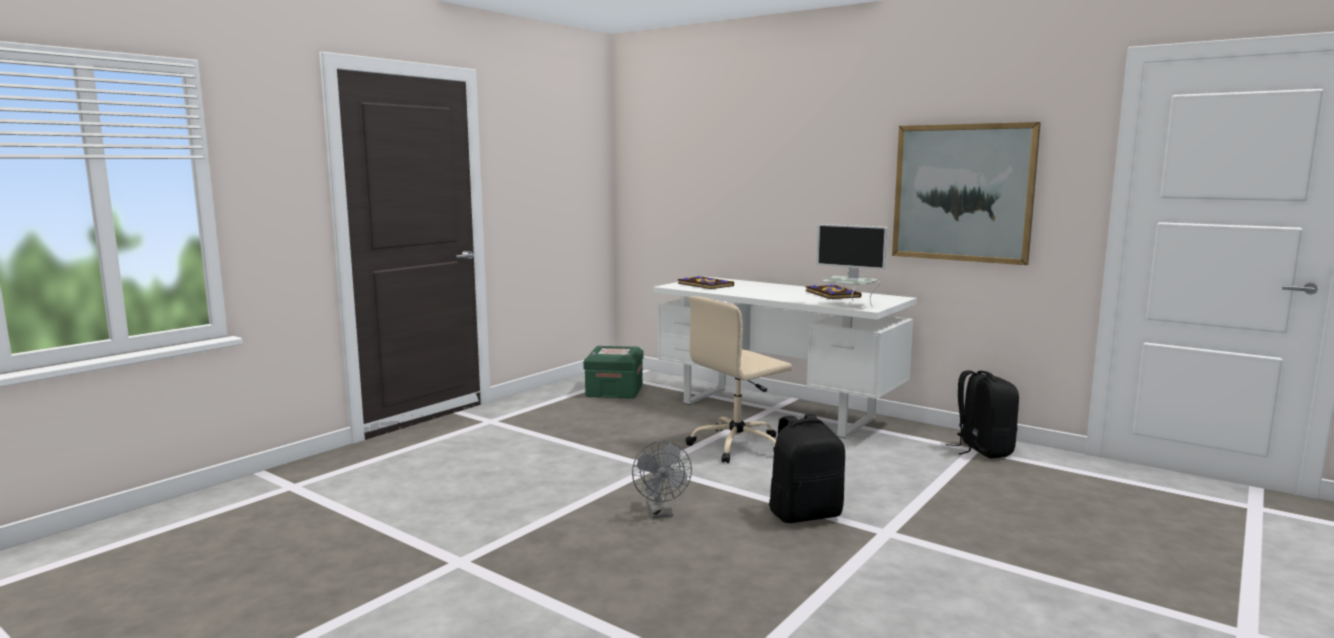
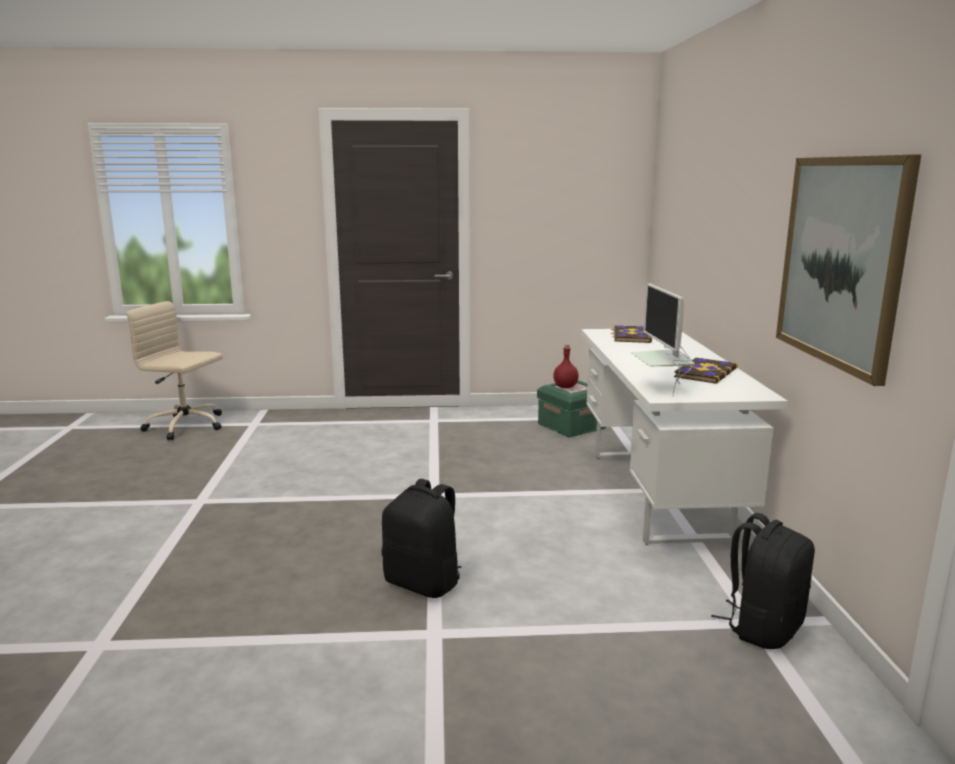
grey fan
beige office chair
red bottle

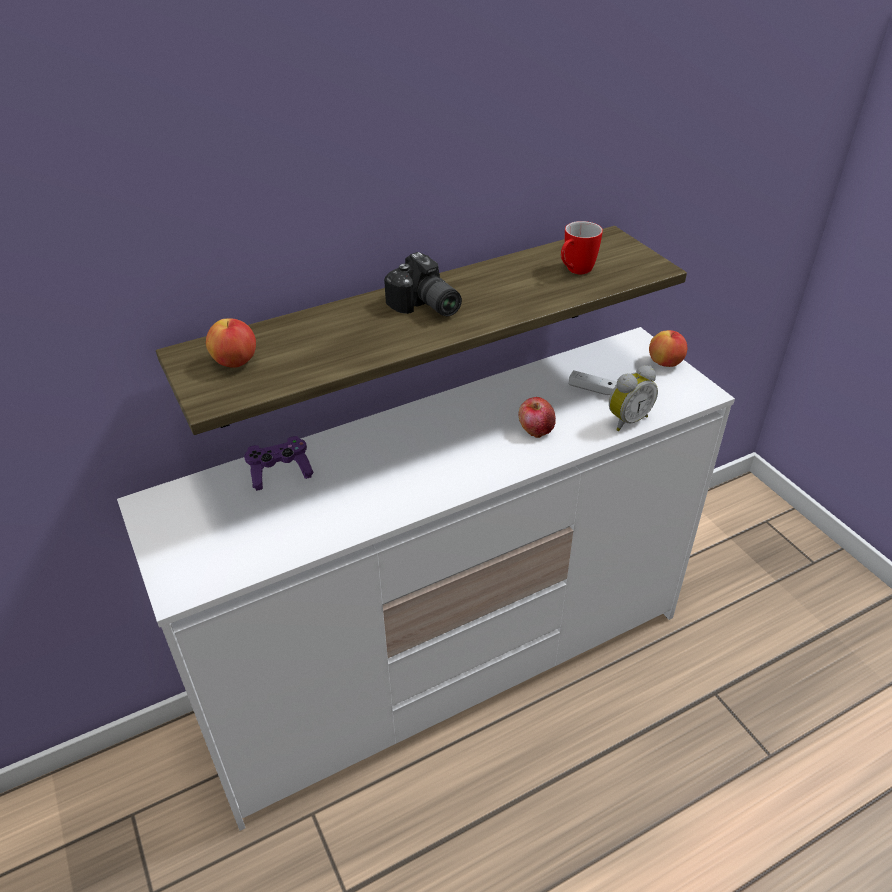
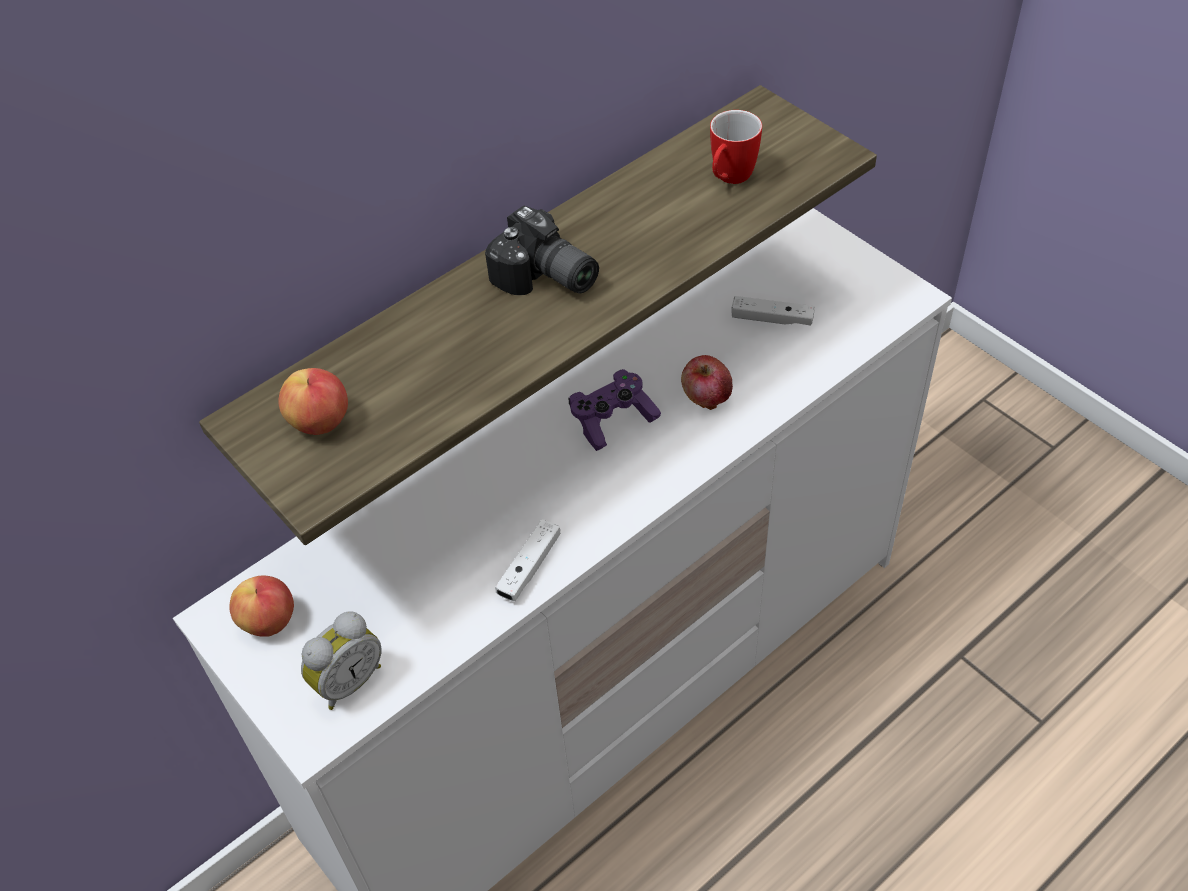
purple game controller
alarm clock
apple (1st from left)
white game controller (1st from left)

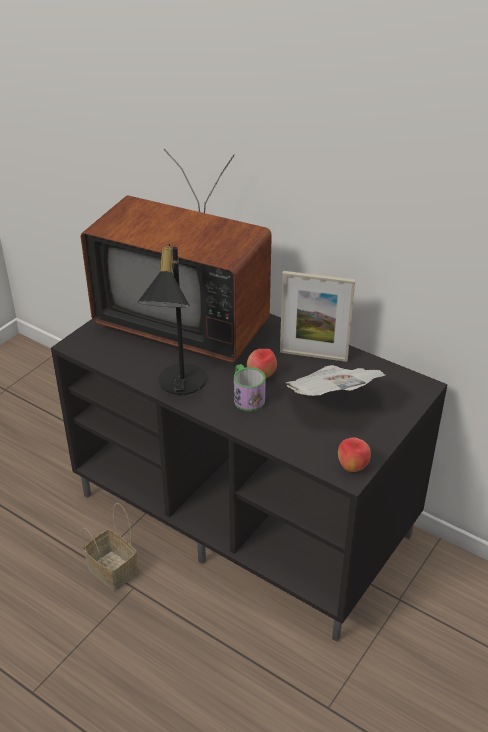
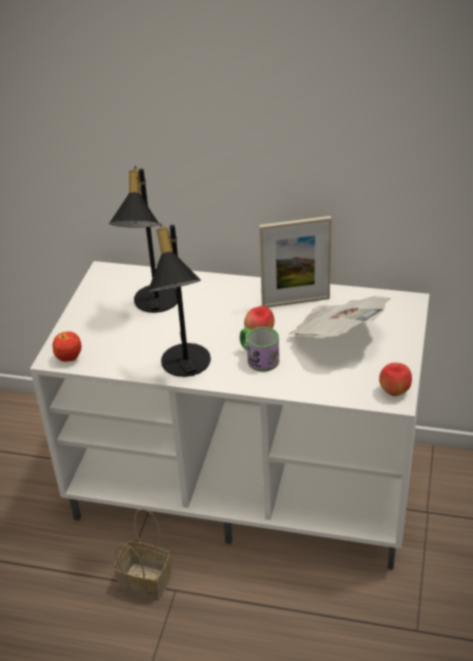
white tv stand
black table lamp (1st from left)
apple (1st from left)

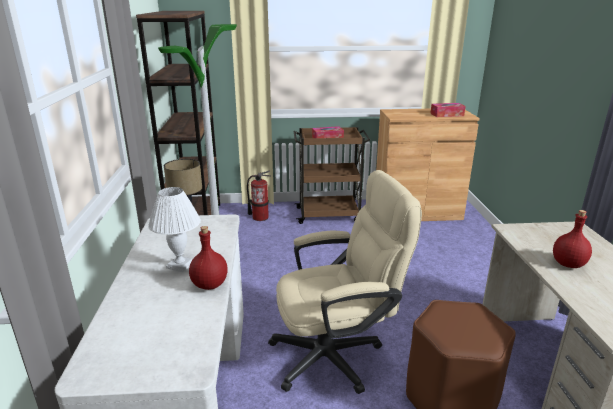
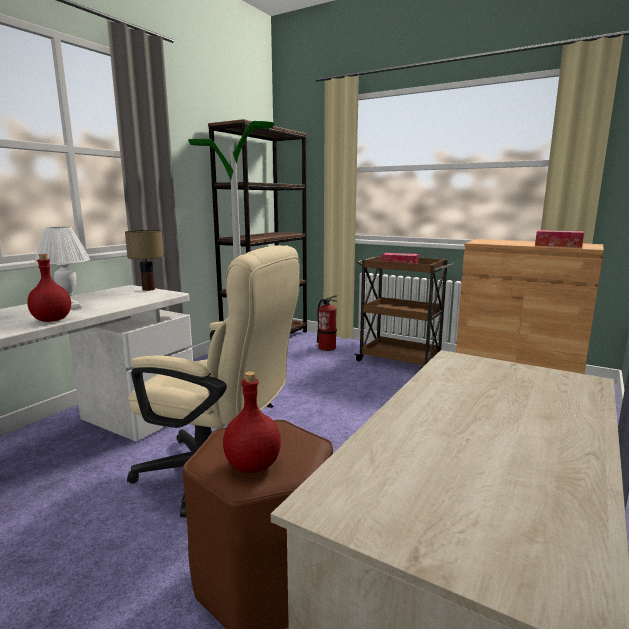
red bottle (2nd from left)

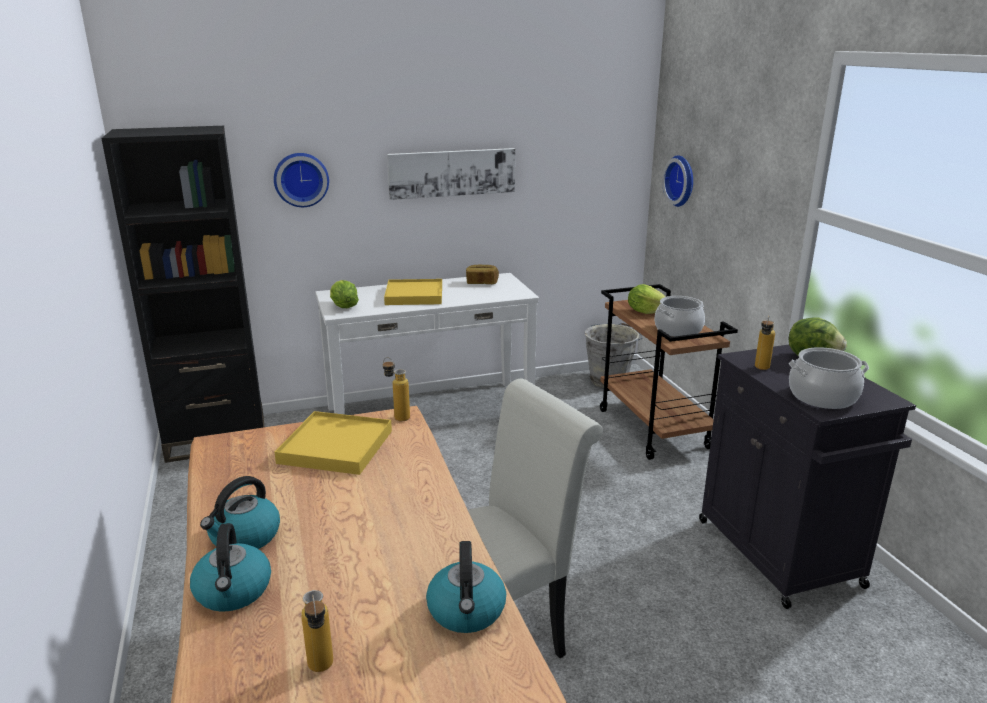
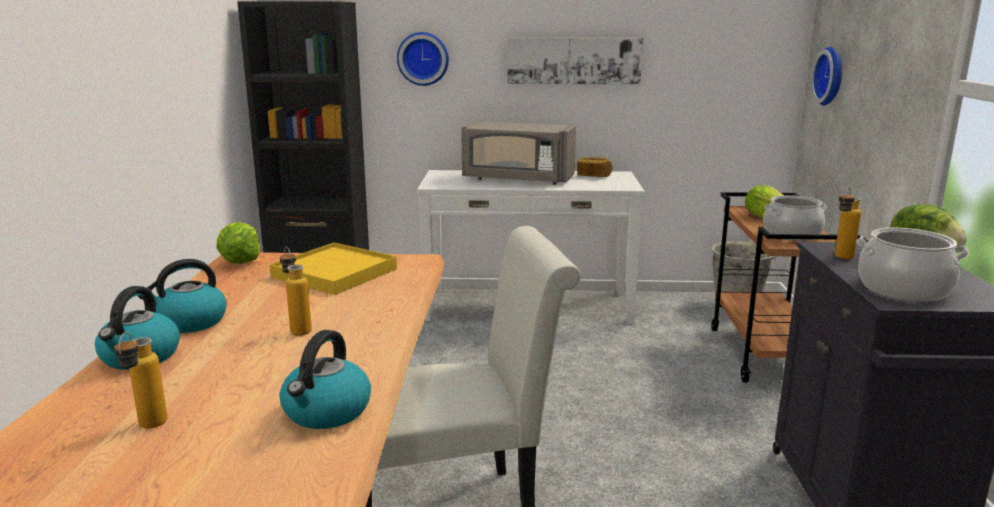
lettuce (1st from left)
bottle (2nd from left)
grey microwave

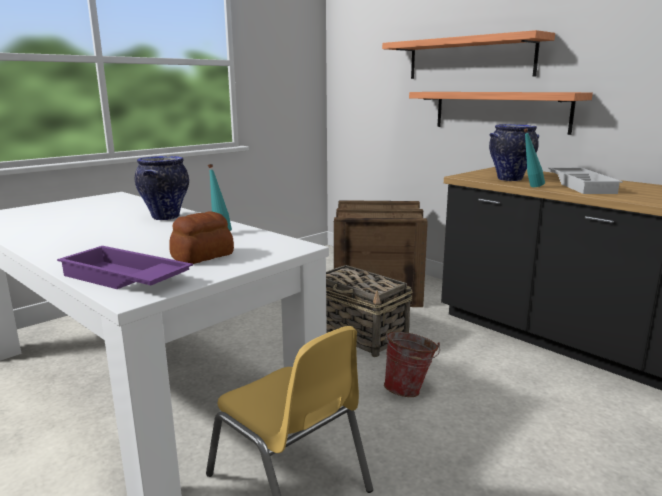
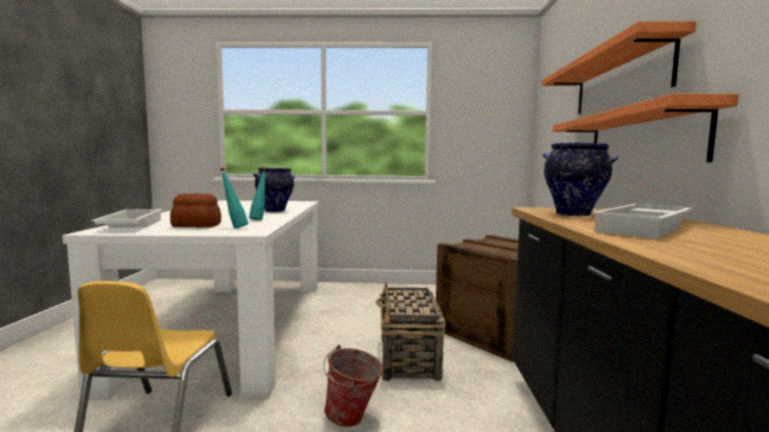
white tray (1st from left)
turquoise bottle (1st from left)

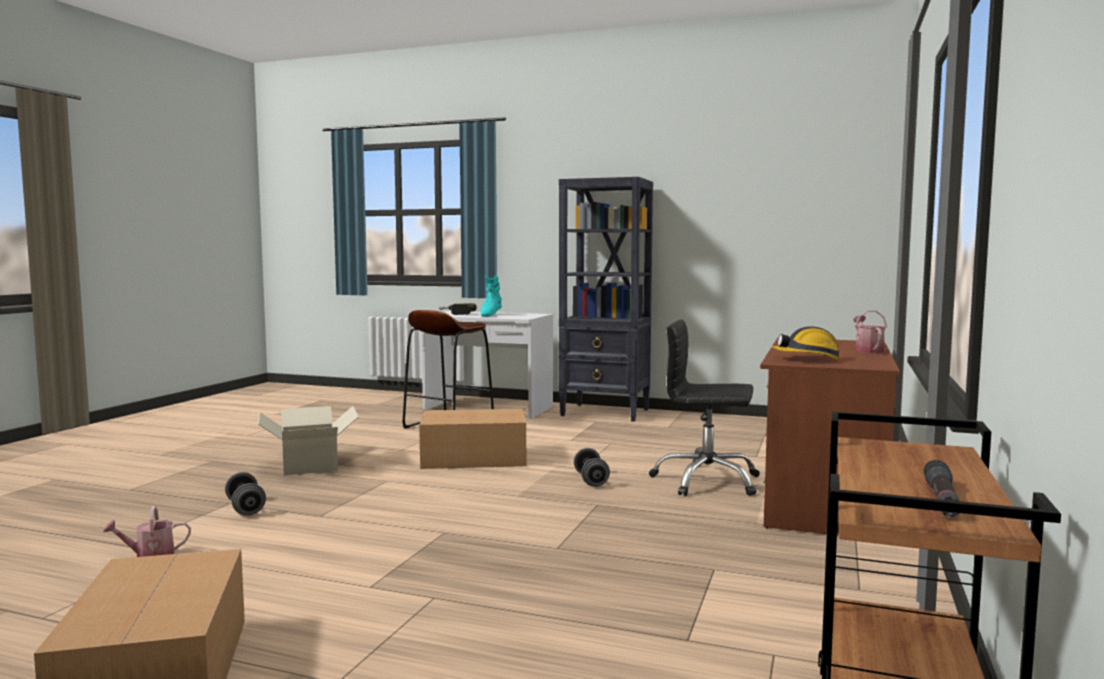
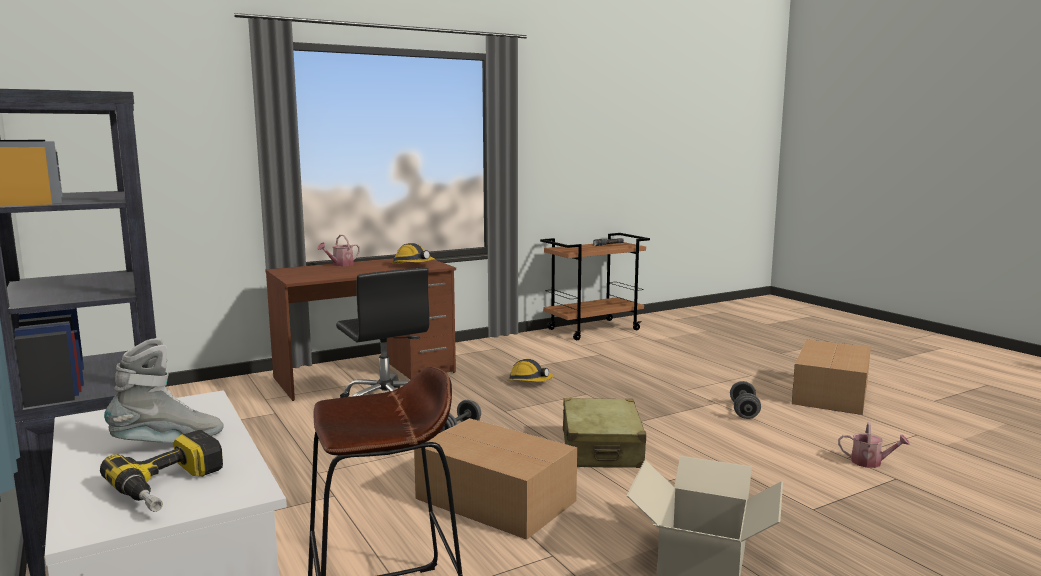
grey dumbbell (2nd from left)
grey boot
hard hat (2nd from left)
beige suitcase

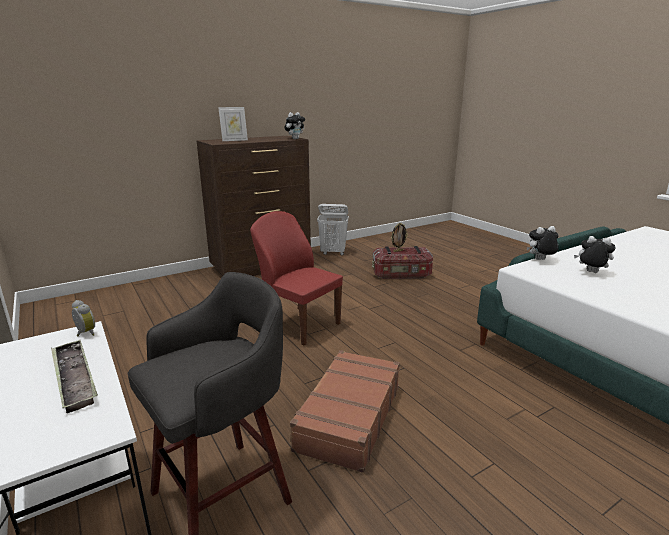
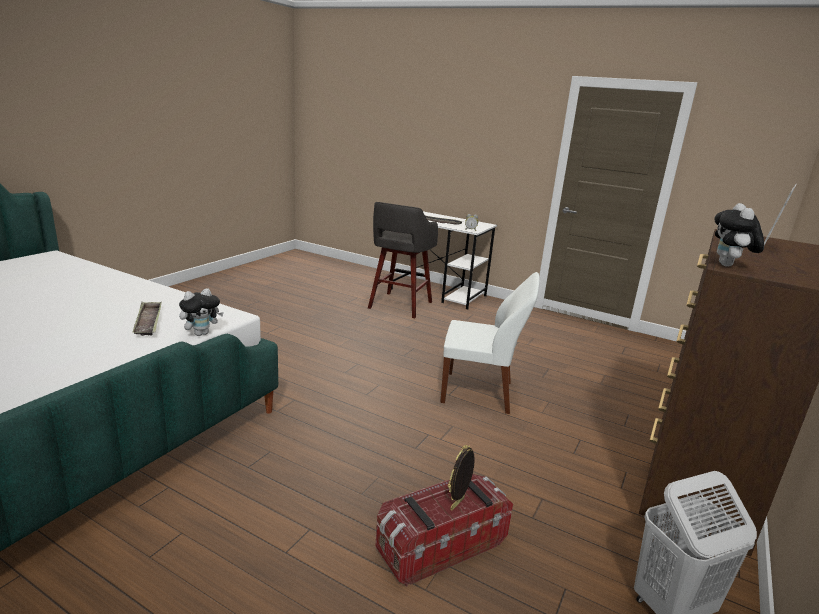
white chair
brown suitcase
tray (1st from left)

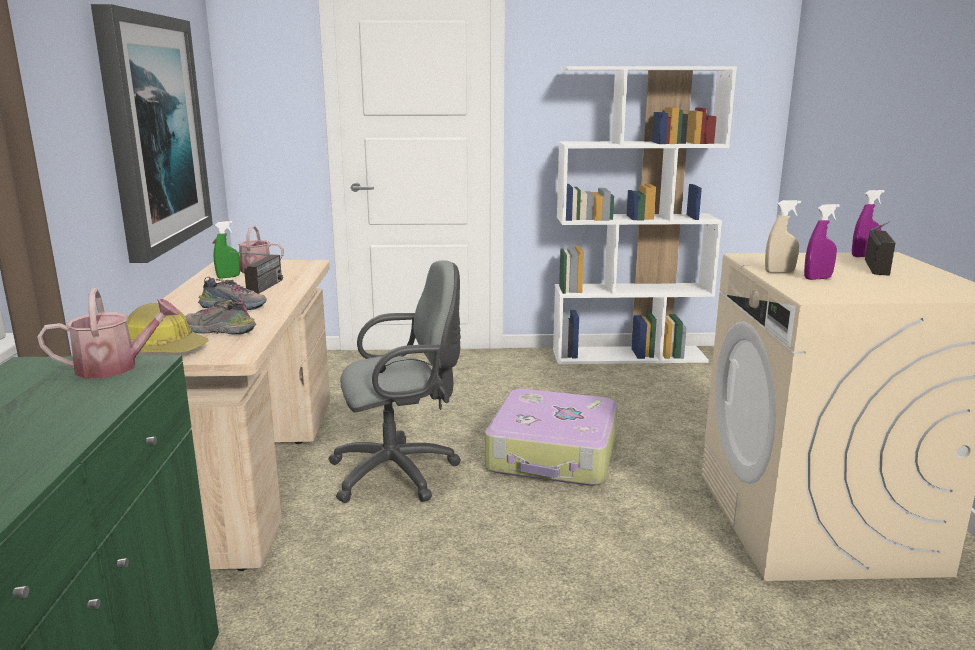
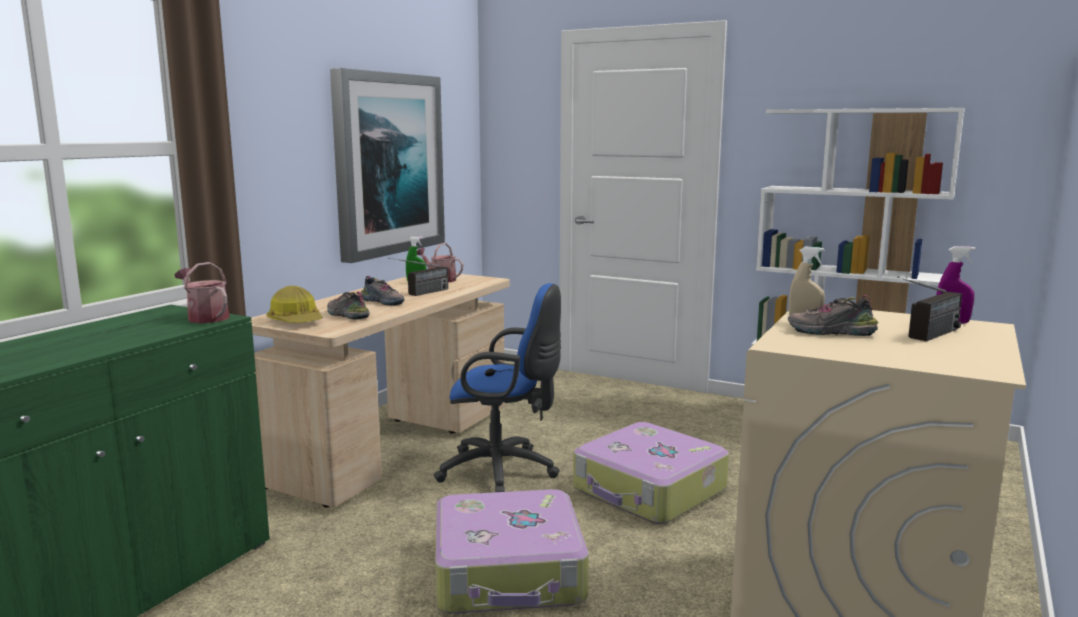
watering can (1st from left)
blue office chair
shoe (3rd from left)
suitcase (1st from left)

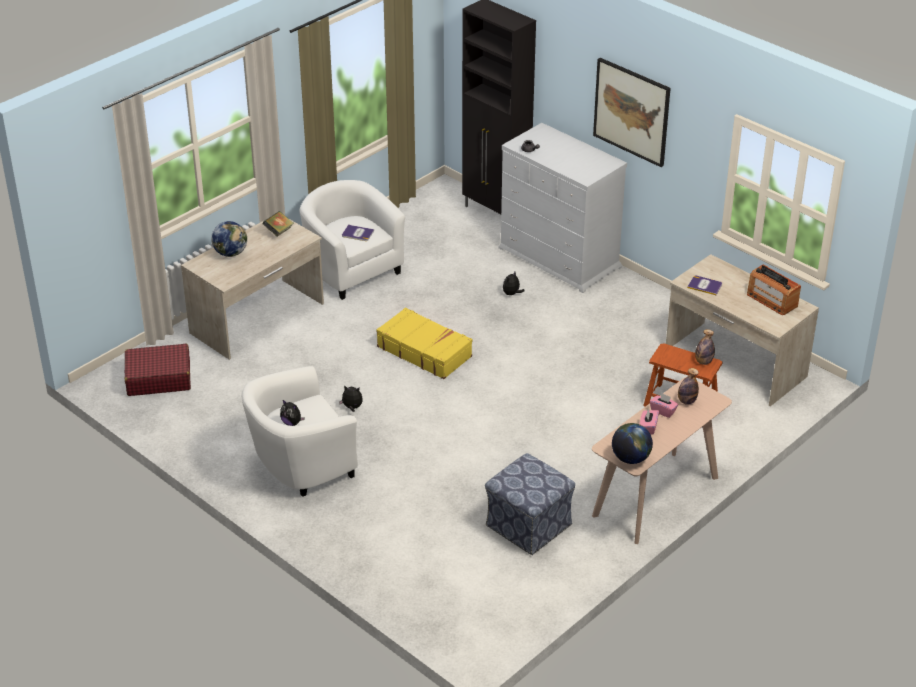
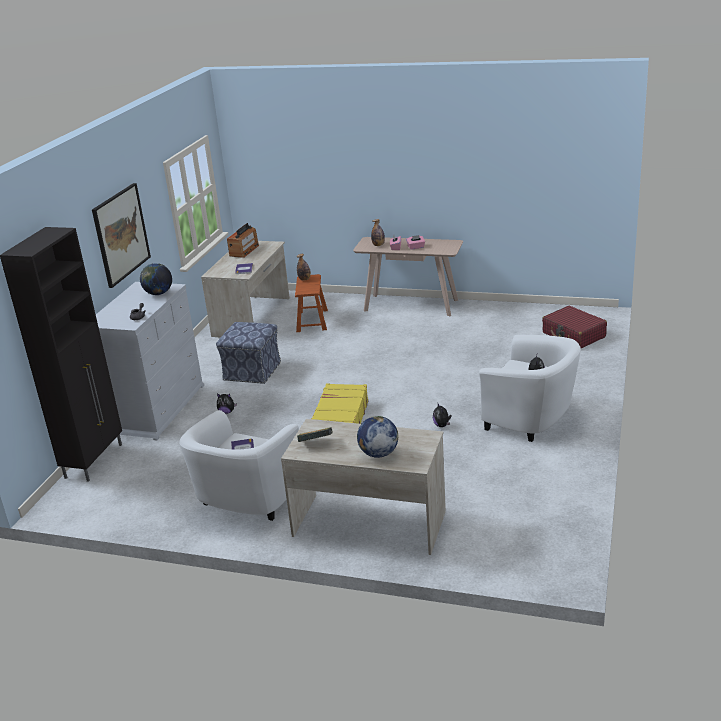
red suitcase
ottoman
globe (1st from left)

